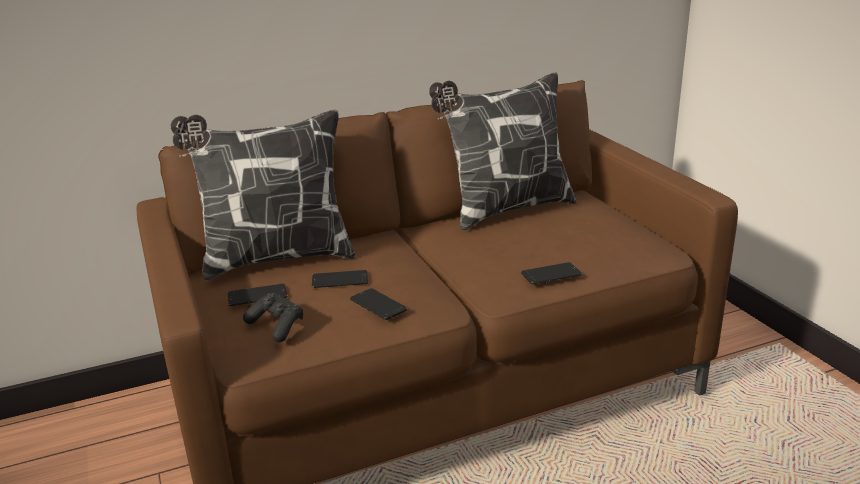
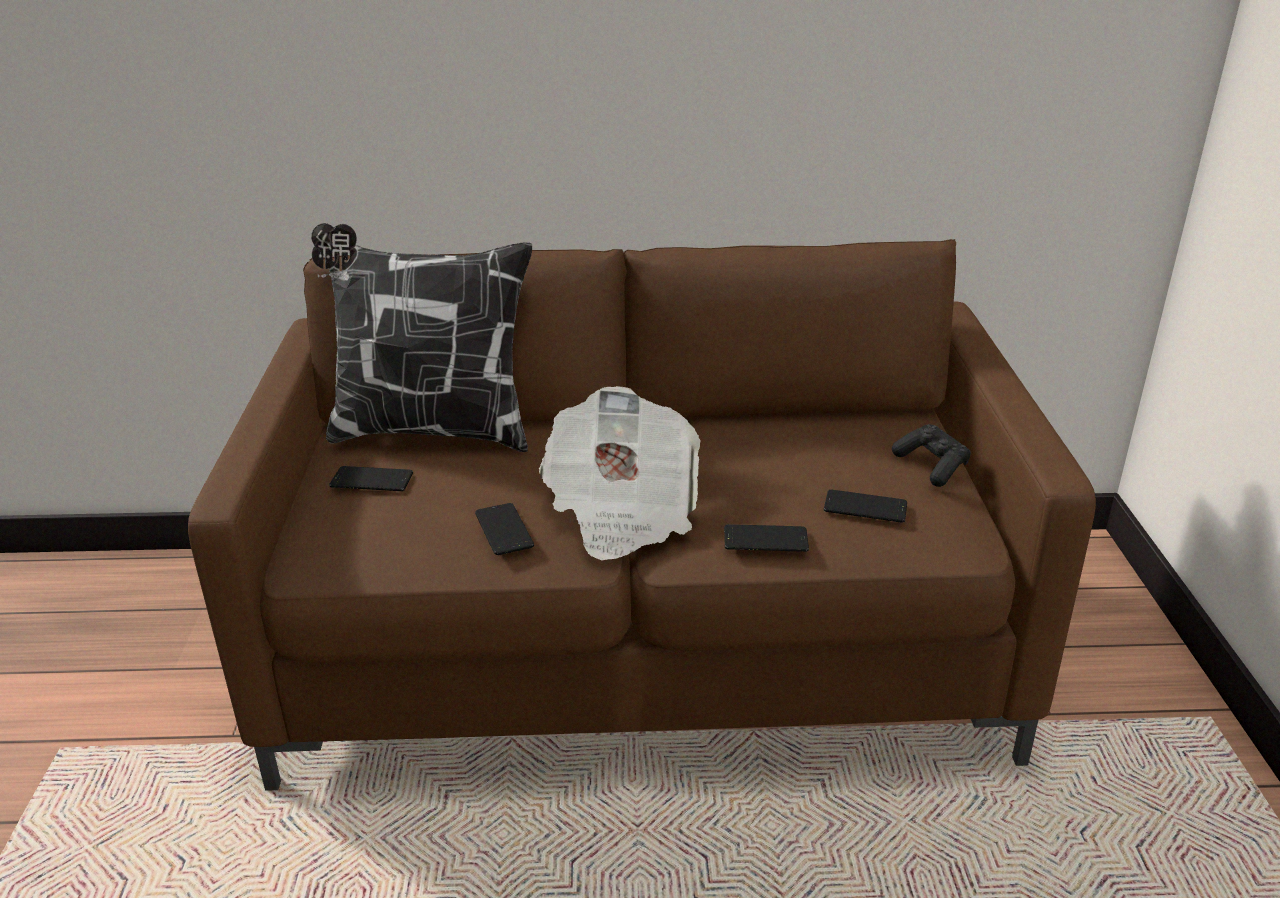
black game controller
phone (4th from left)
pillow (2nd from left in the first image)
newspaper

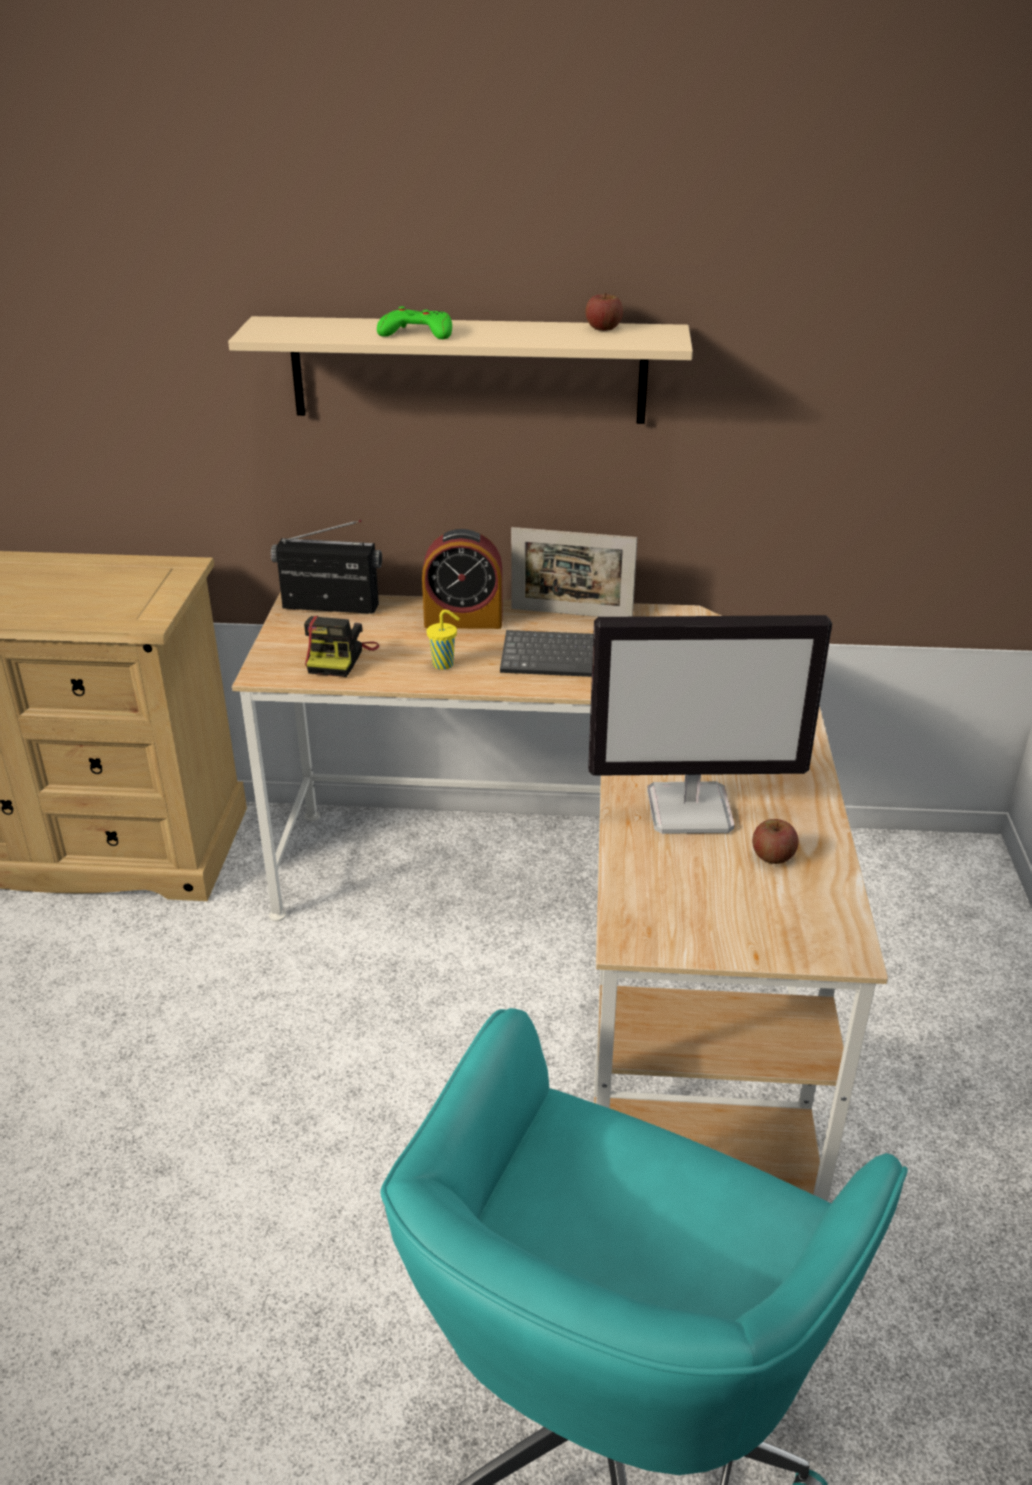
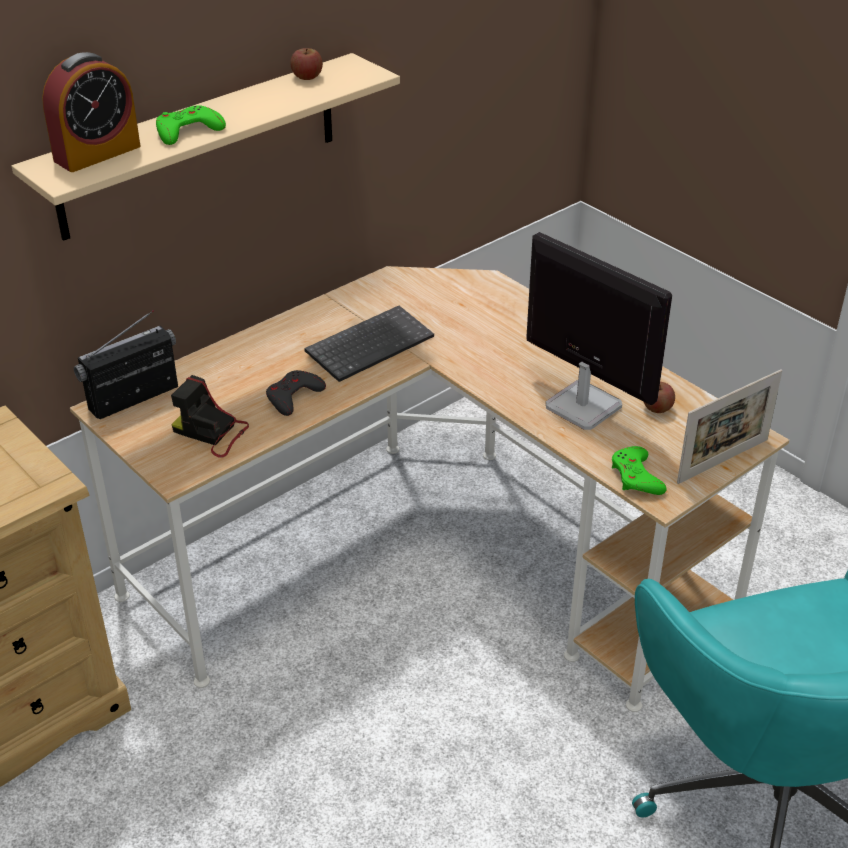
photo camera
alarm clock
grey game controller
picture frame
monitor
green game controller (2nd from left)

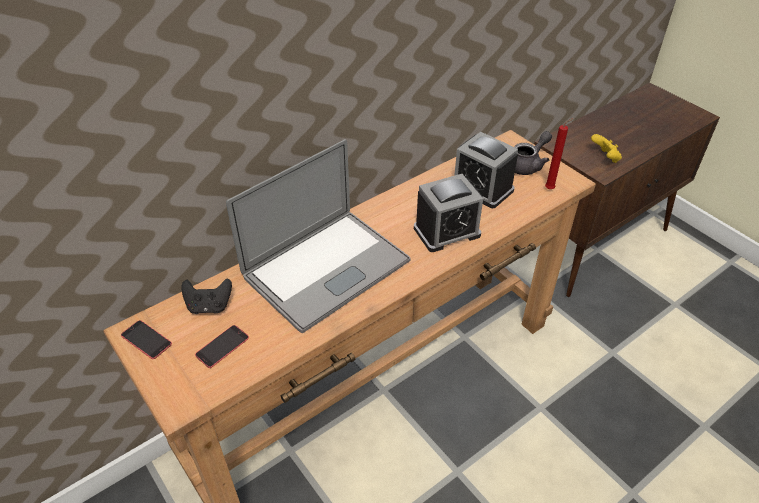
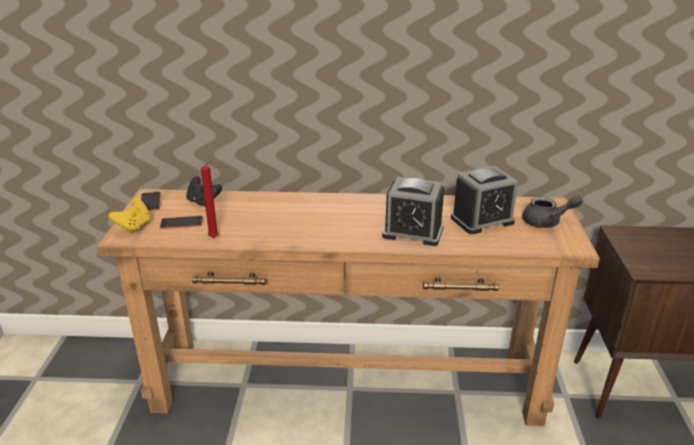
laptop
alarm clock (2nd from left)
red candle
yellow game controller

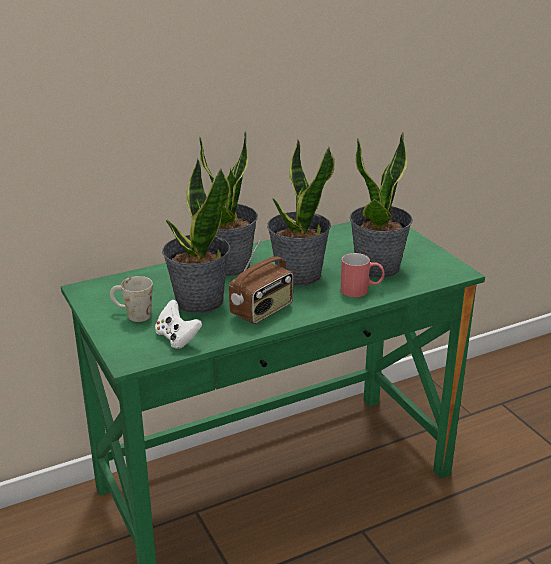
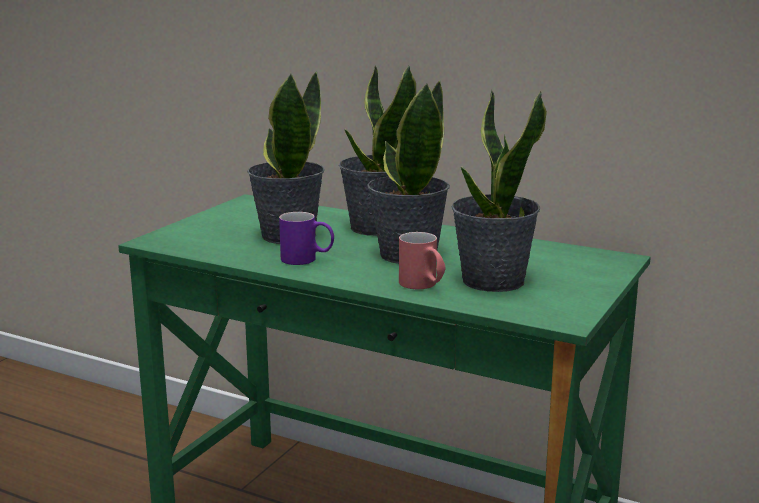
white mug
white game controller
purple mug

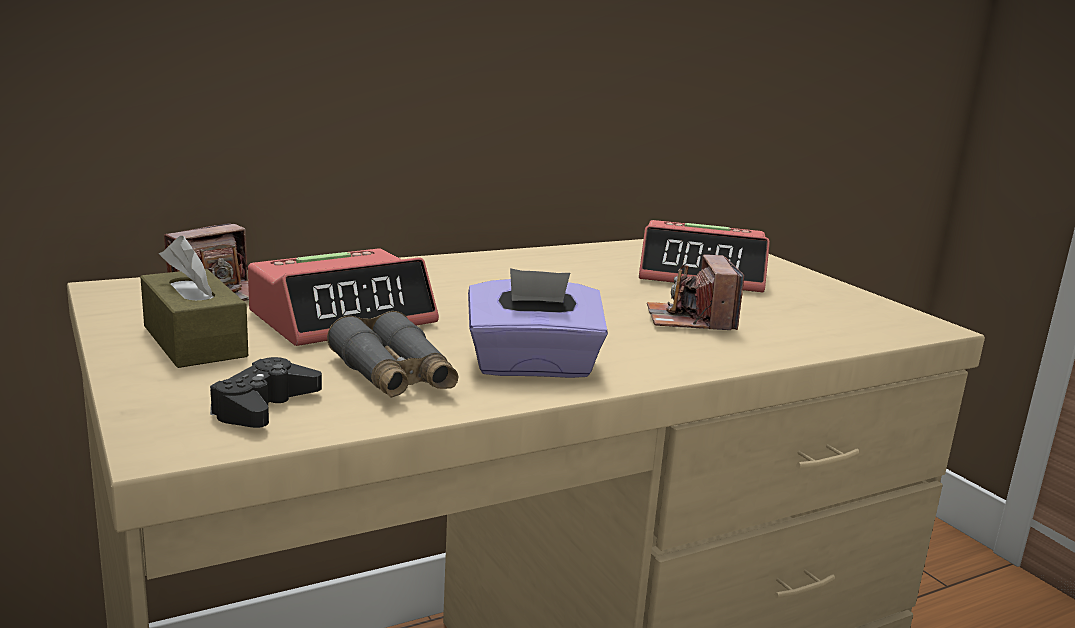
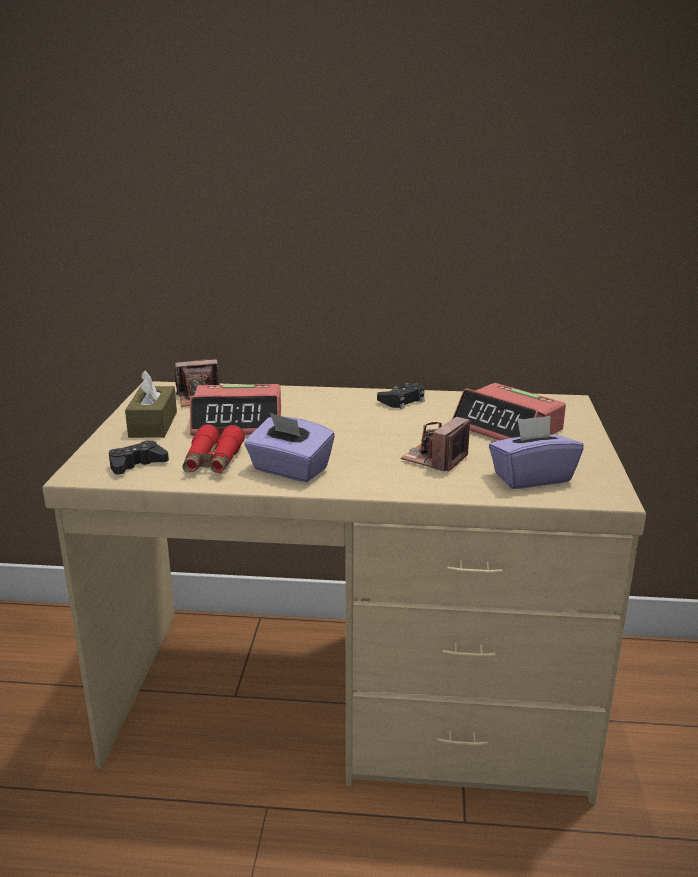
red binoculars
black game controller (2nd from left)
purple tissue box (2nd from left)

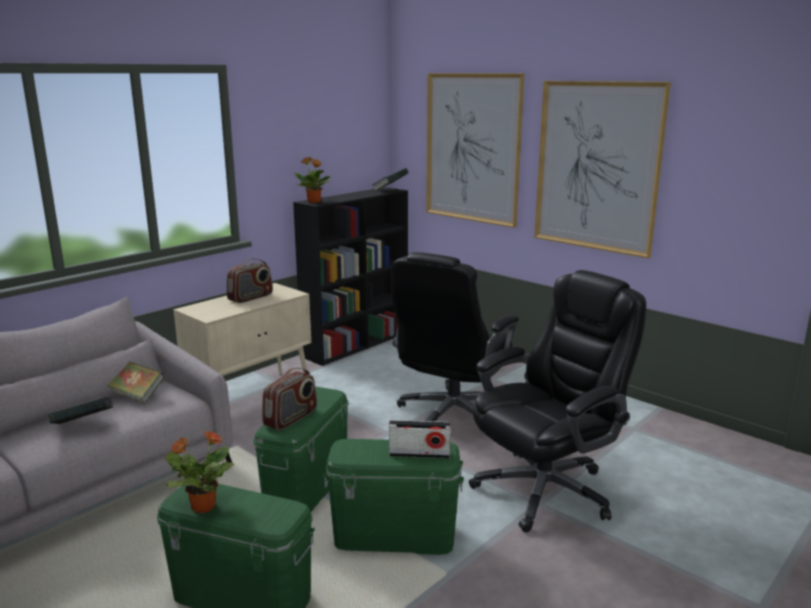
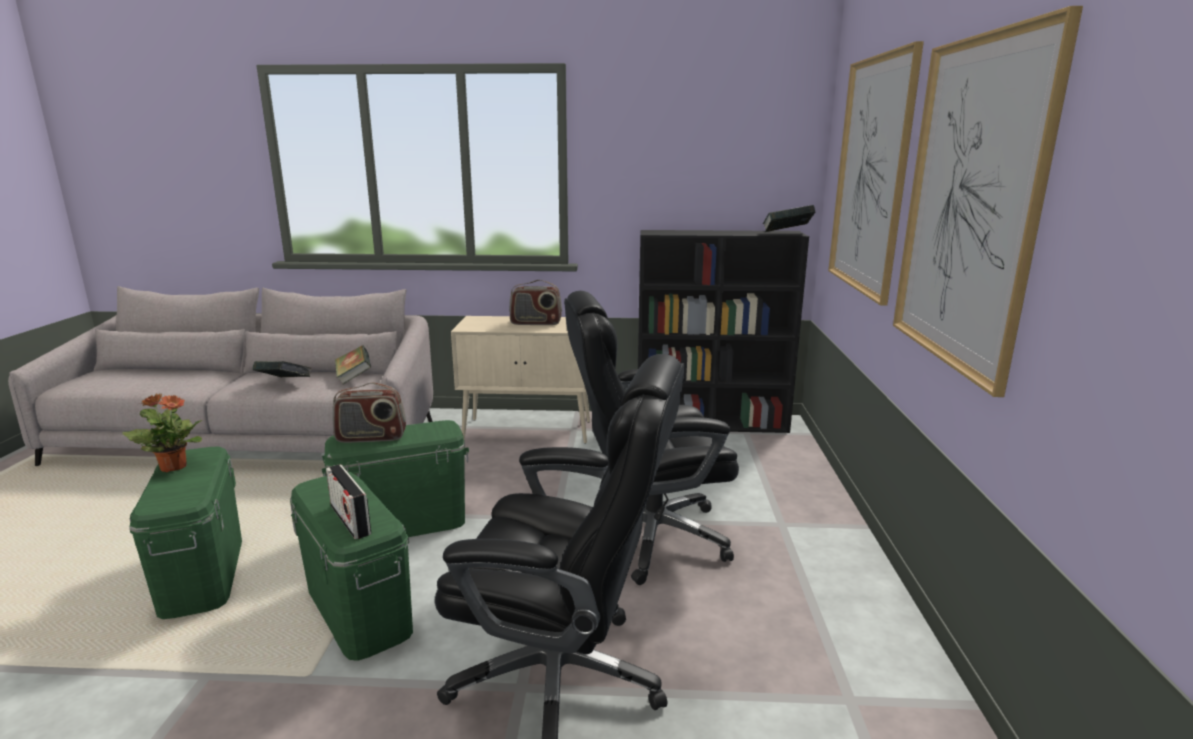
potted plant (2nd from left in the first image)

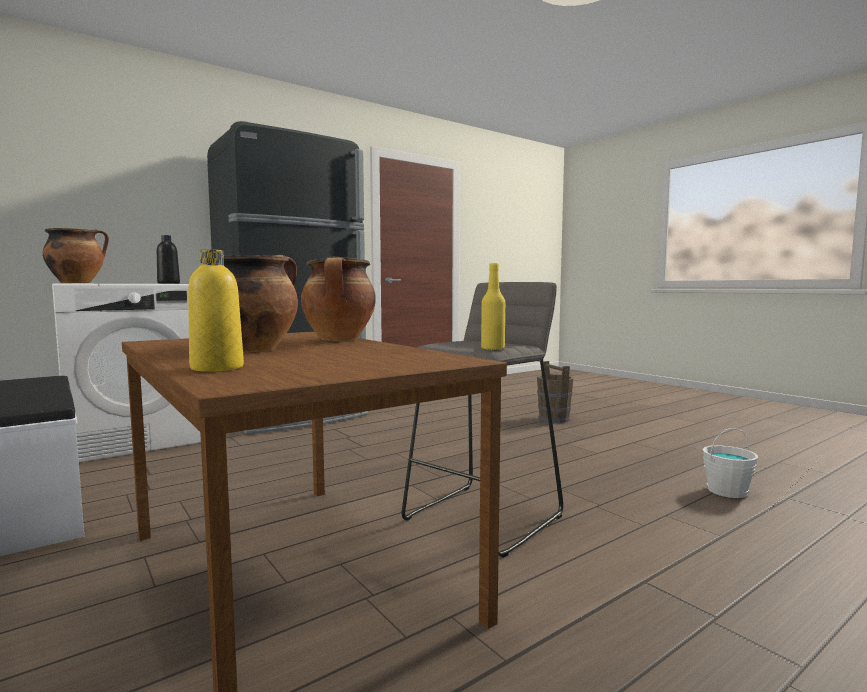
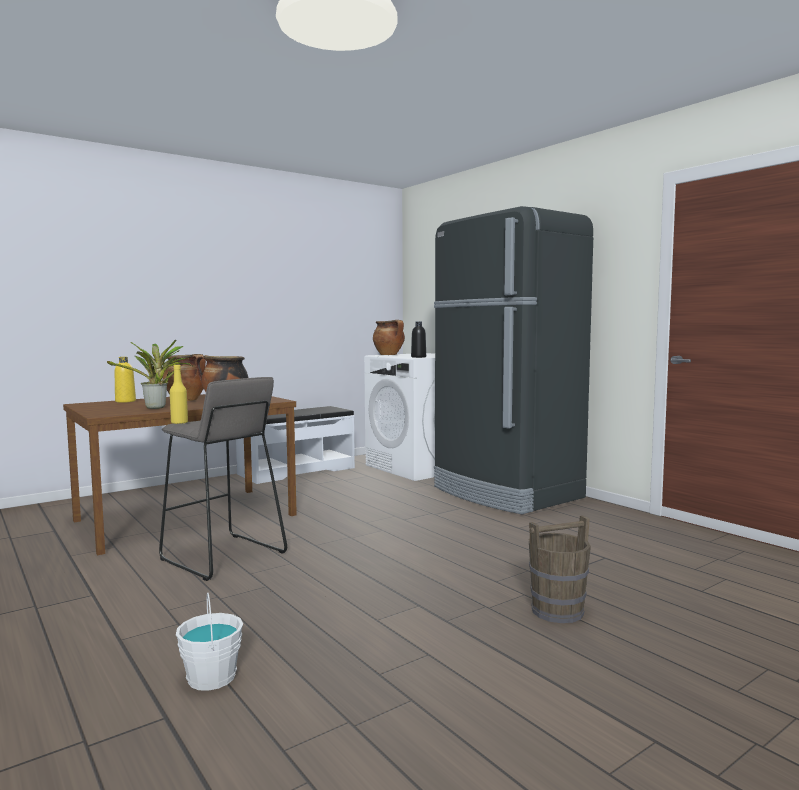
potted plant

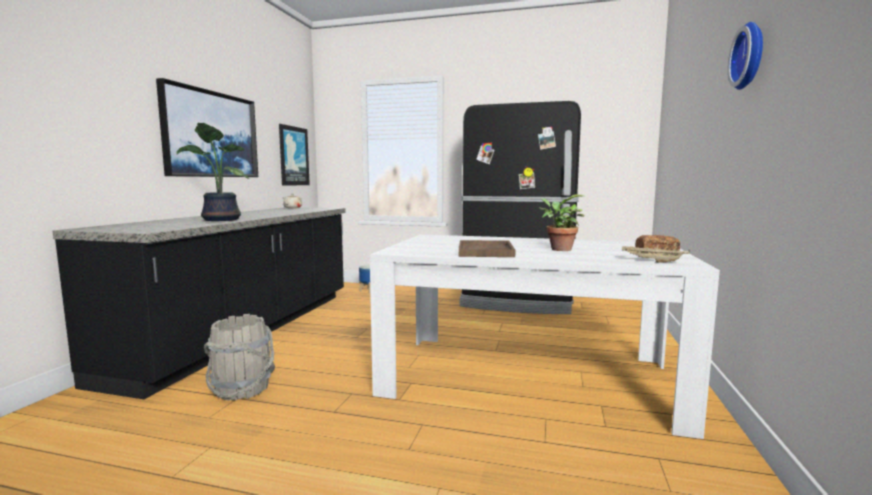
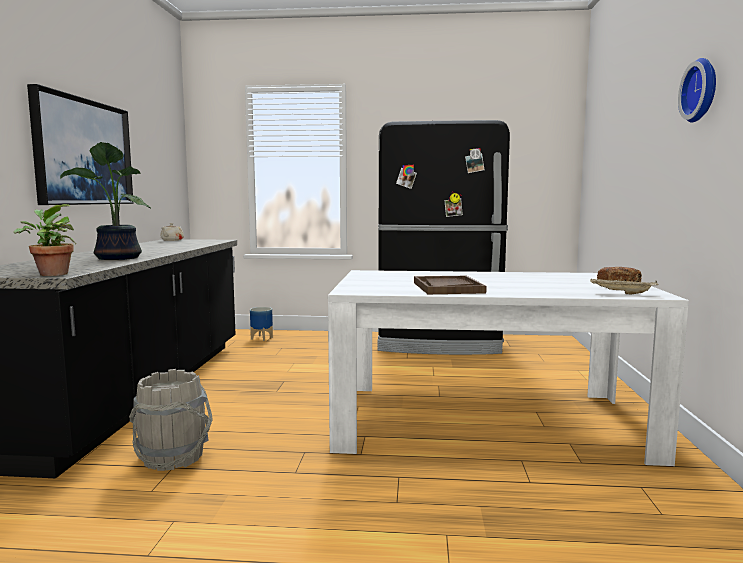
picture (2nd from left in the first image)
potted plant (1st from left)

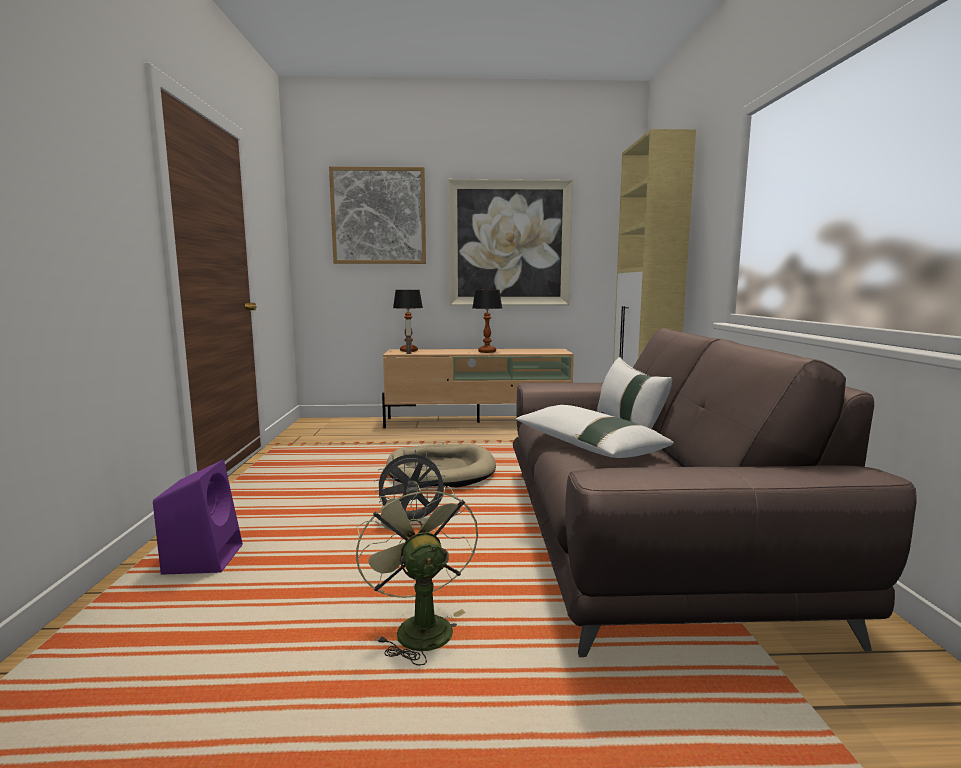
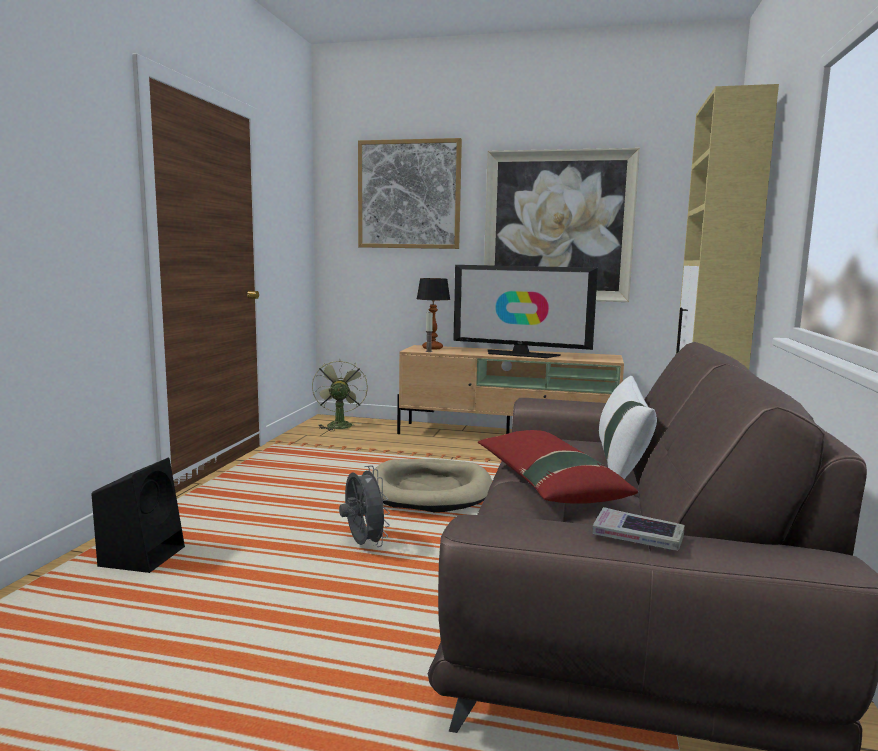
black speaker
green fan
grey fan
television
red pillow
book

